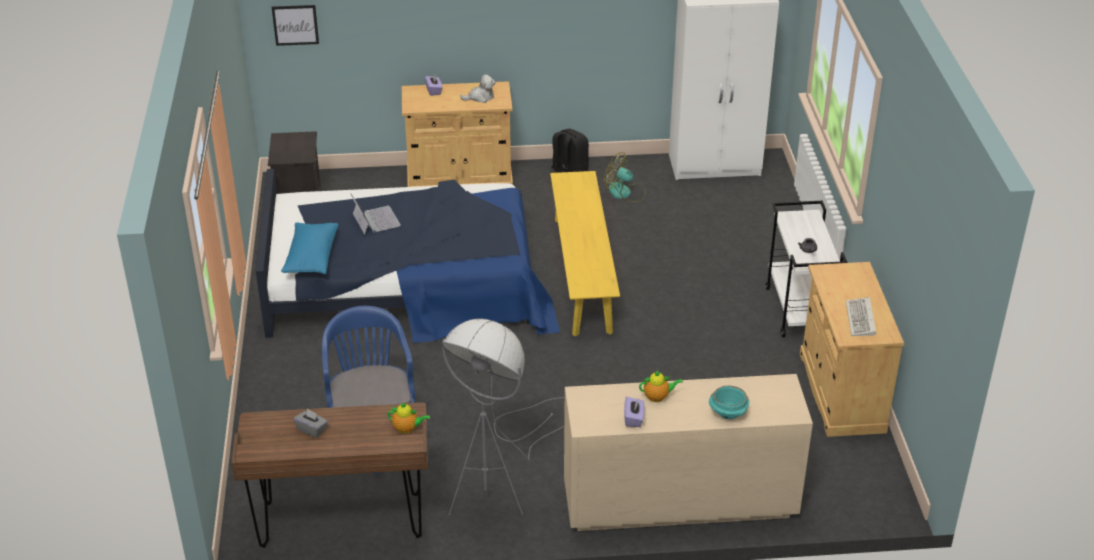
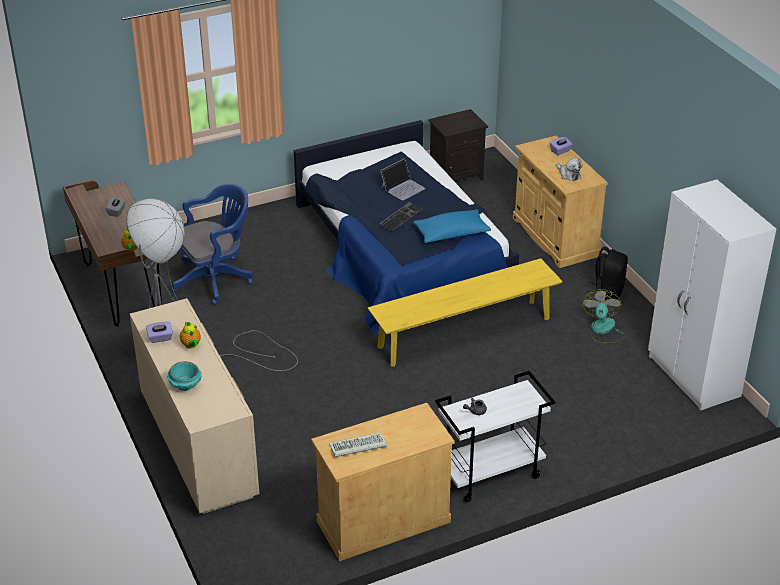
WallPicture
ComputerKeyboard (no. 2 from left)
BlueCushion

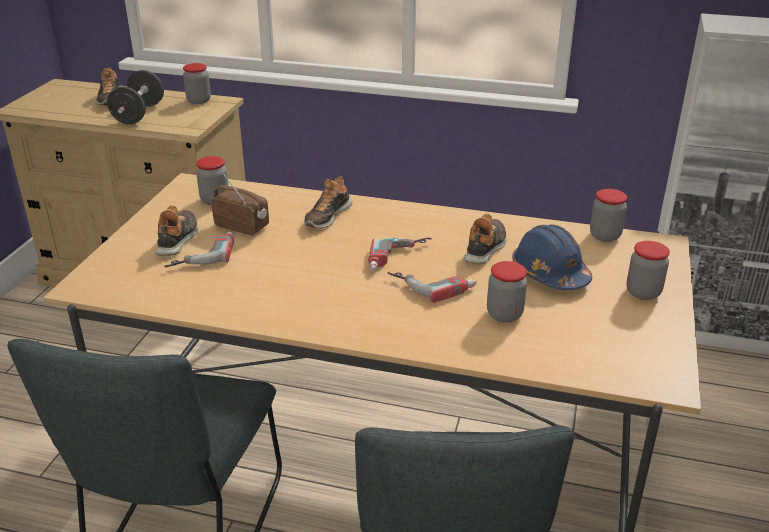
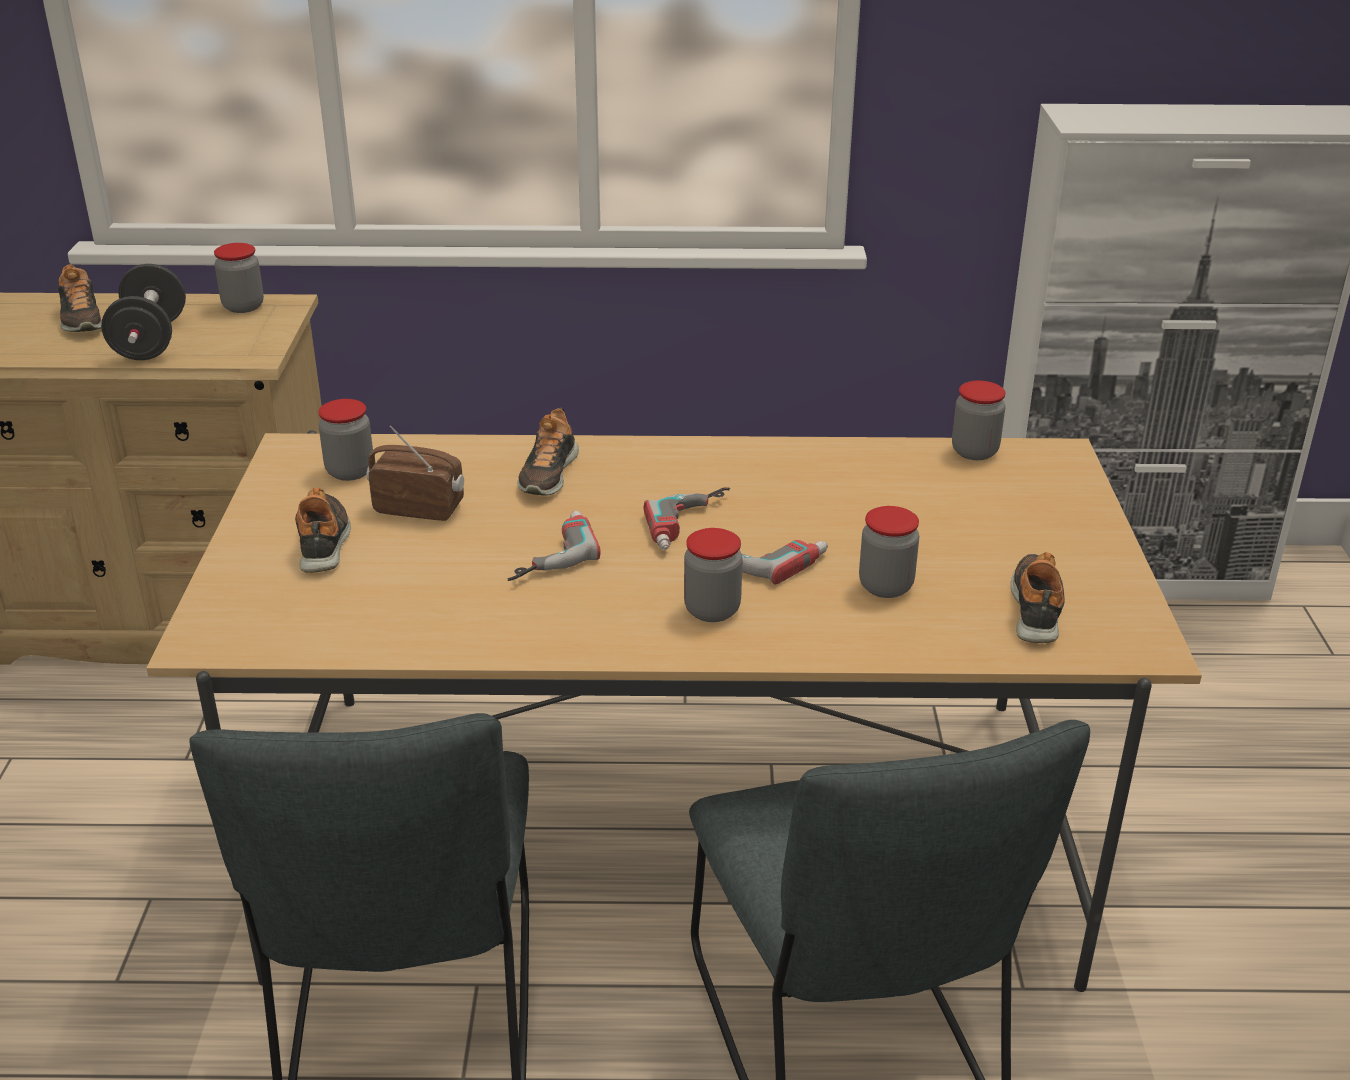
BlueWorkHelmet
PowerDrill (no. 1 from left)
ItemOfFootwear (no. 4 from left)
StorageJar (no. 3 from left)

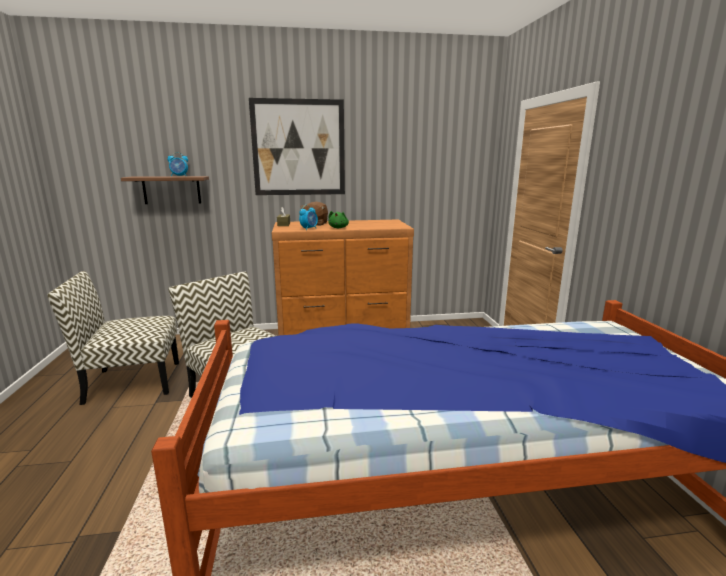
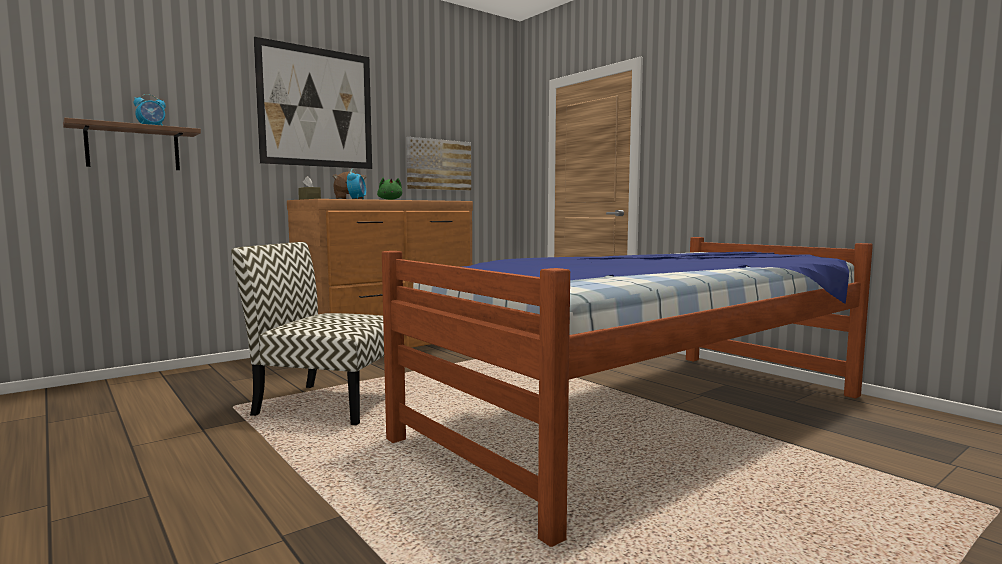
Chair (no. 1 from left in the first image)
WallPicture (no. 2 from left)

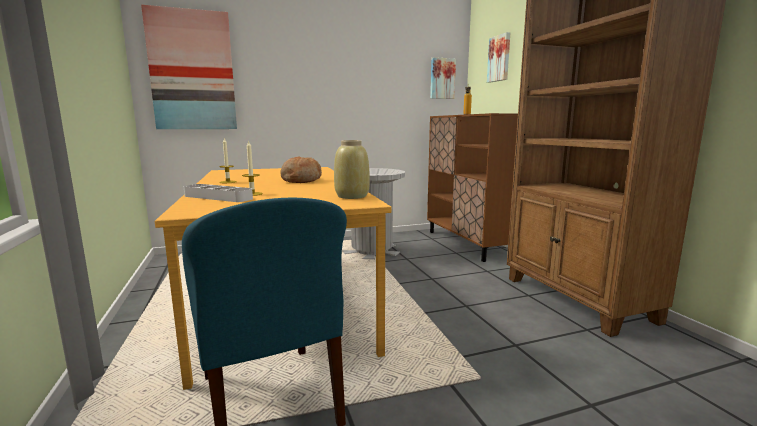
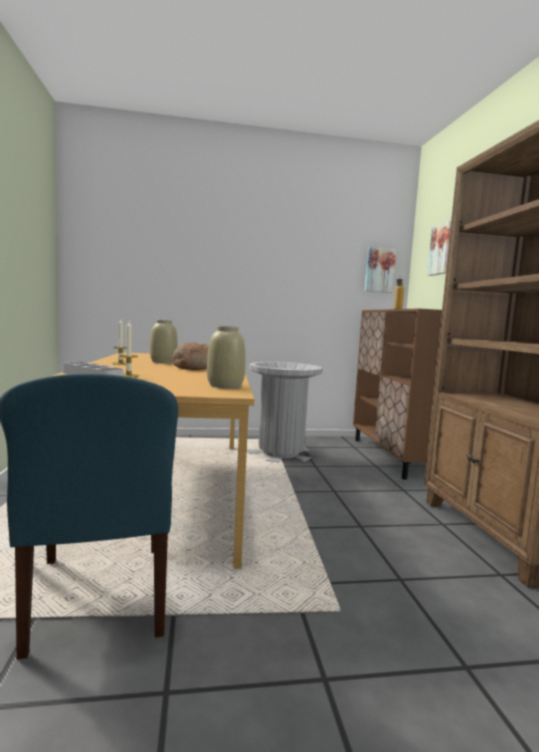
WallPicture (no. 1 from left in the first image)
SandColouredVase (no. 1 from left)

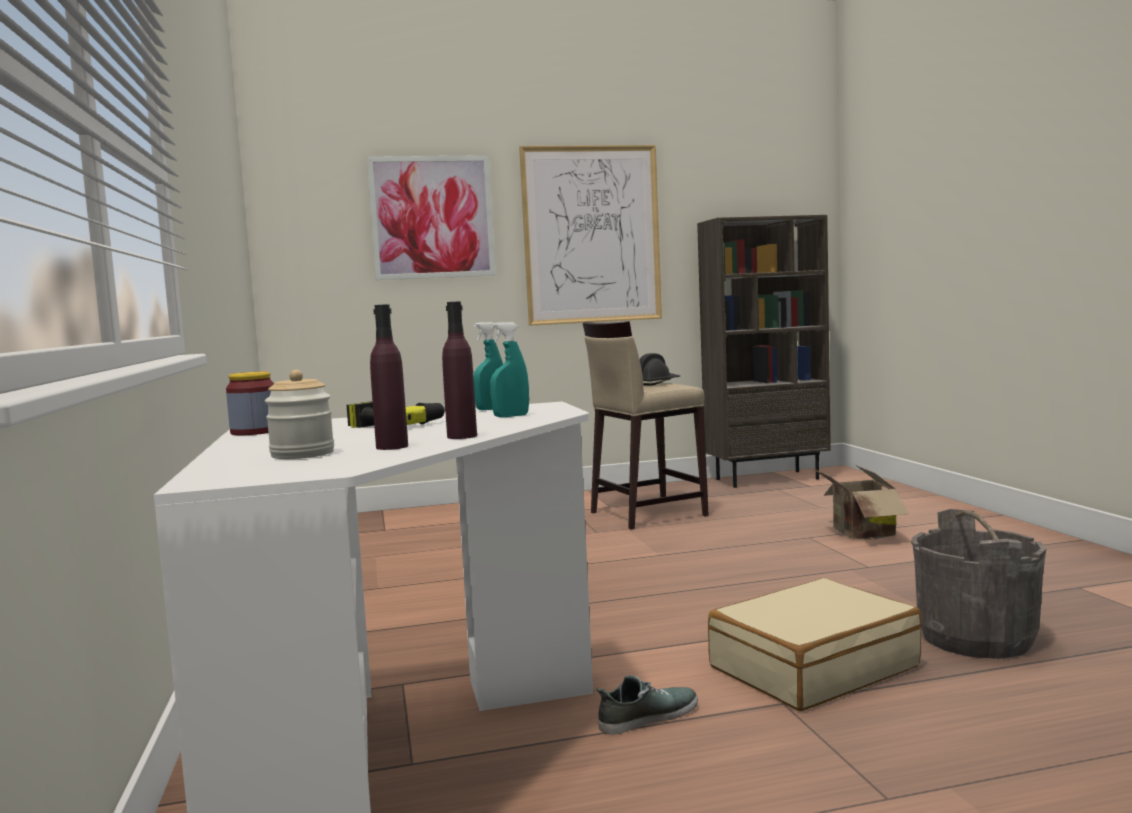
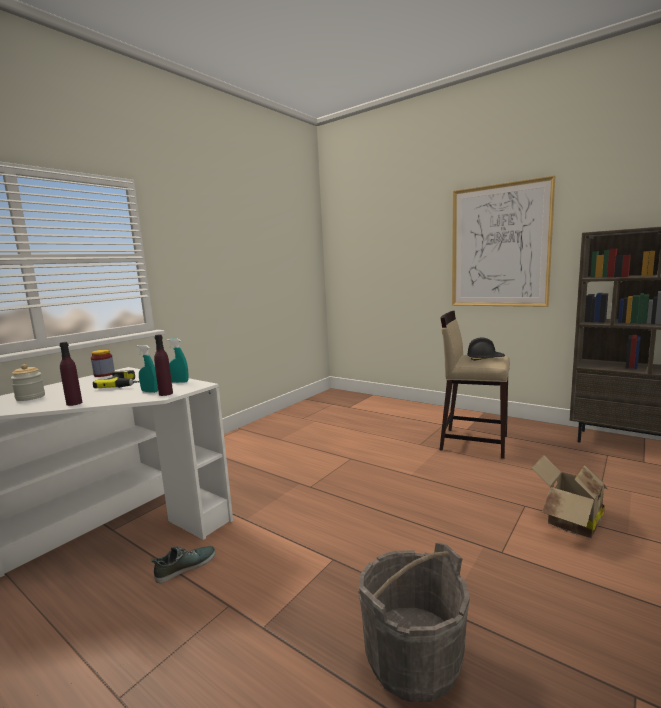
WallPicture (no. 1 from left in the first image)
SandColouredTravelCase
PurpleBottle (no. 2 from left)
ItemOfFootwear

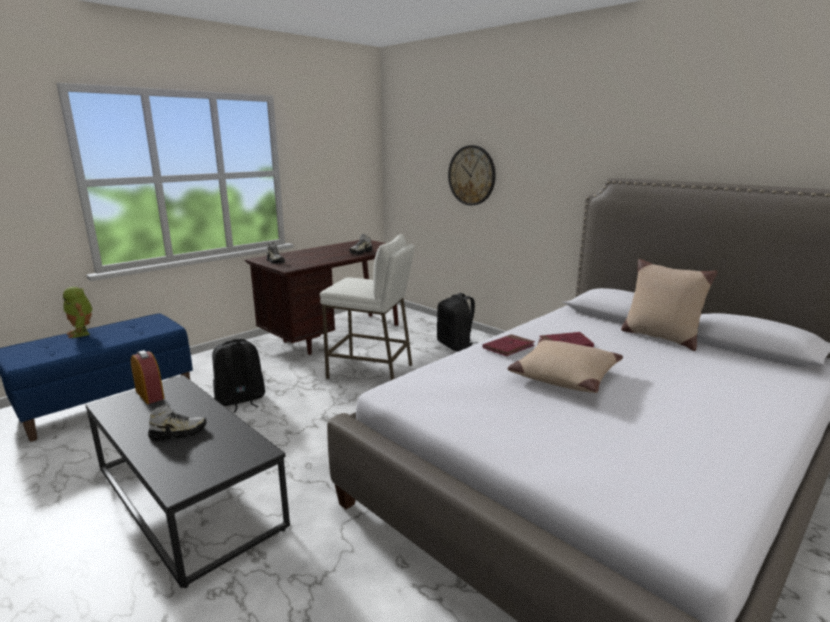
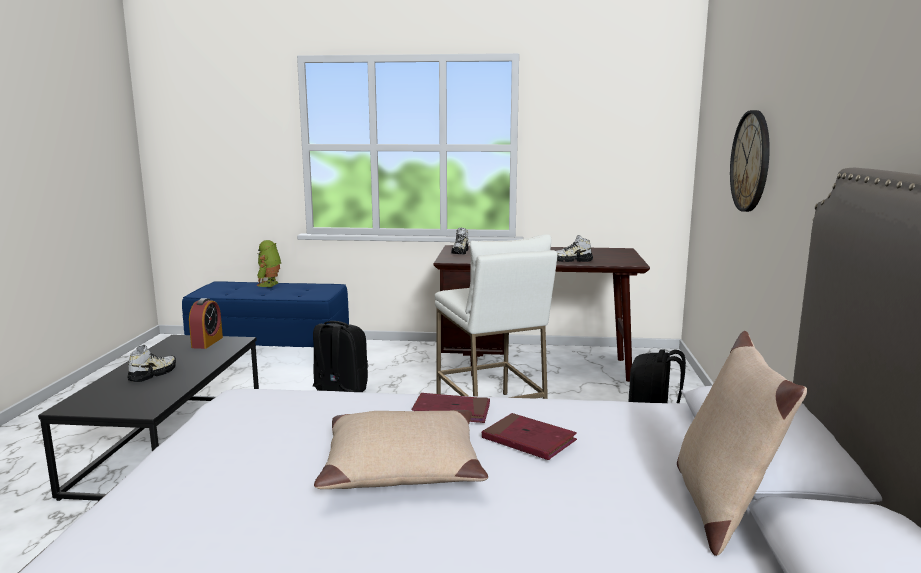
ItemOfFootwear (no. 1 from left)

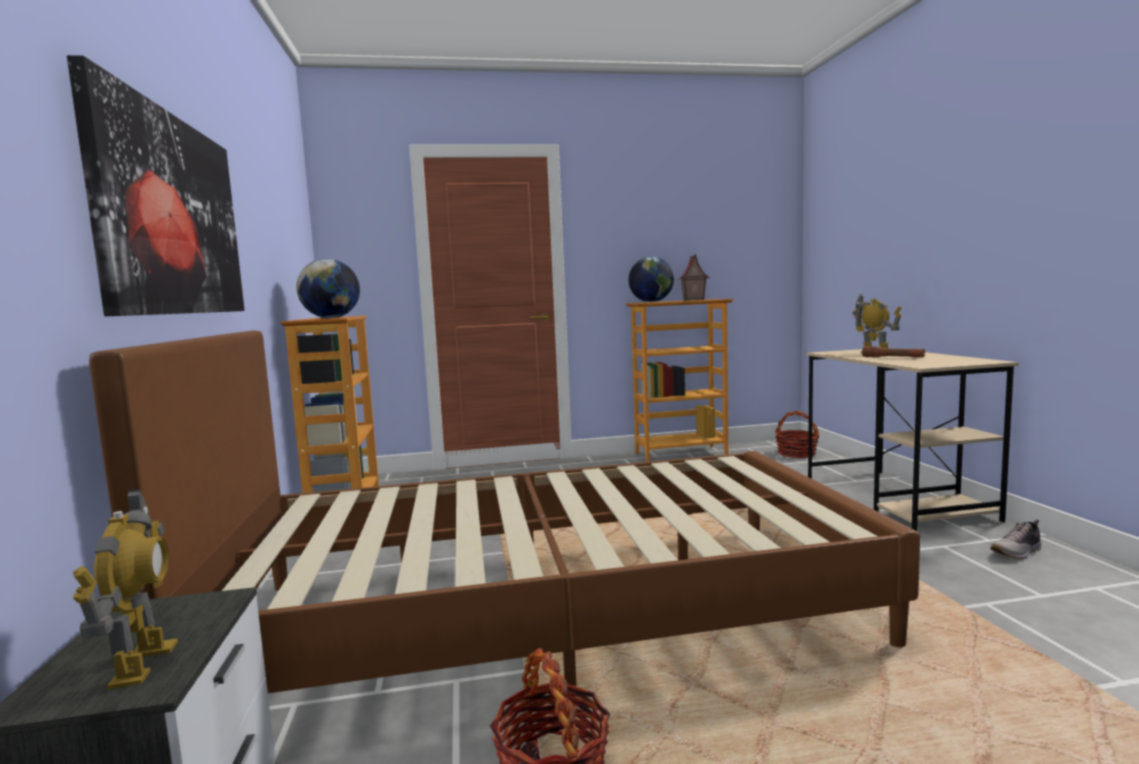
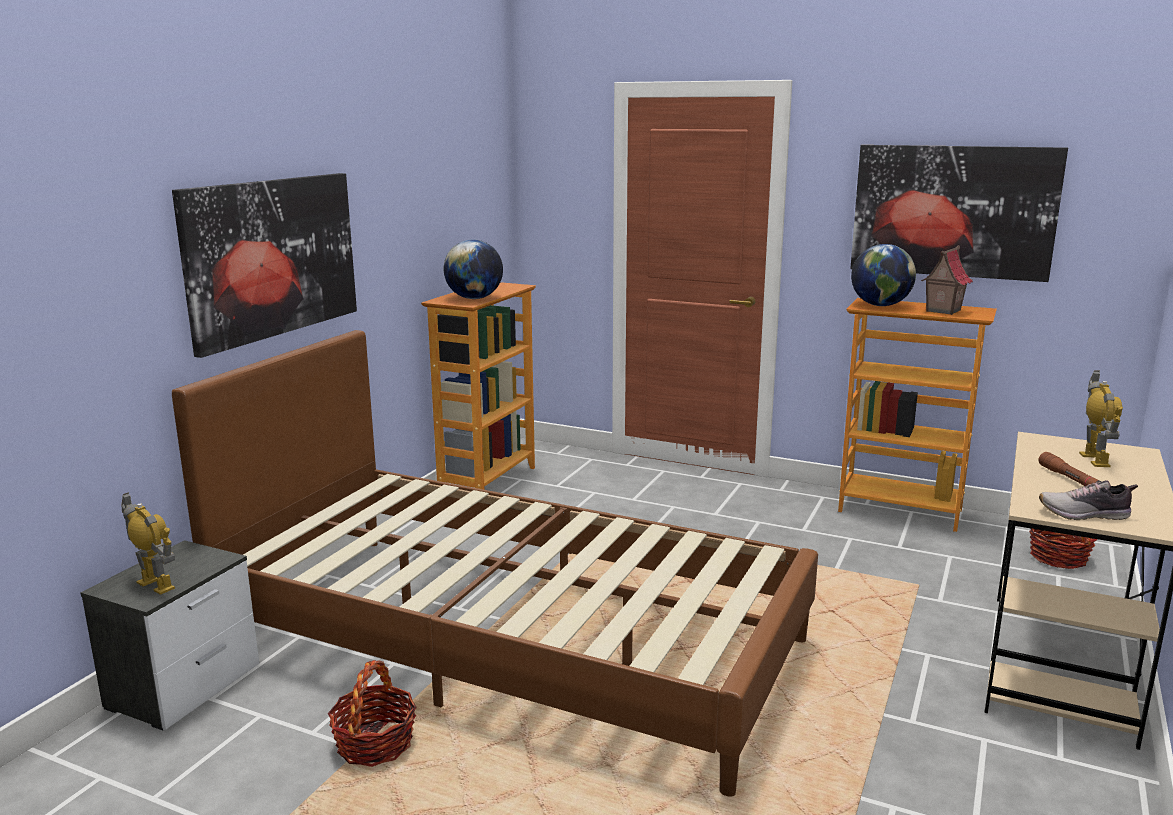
WallPicture (no. 2 from left)
ItemOfFootwear
RobotFigure (no. 1 from left)

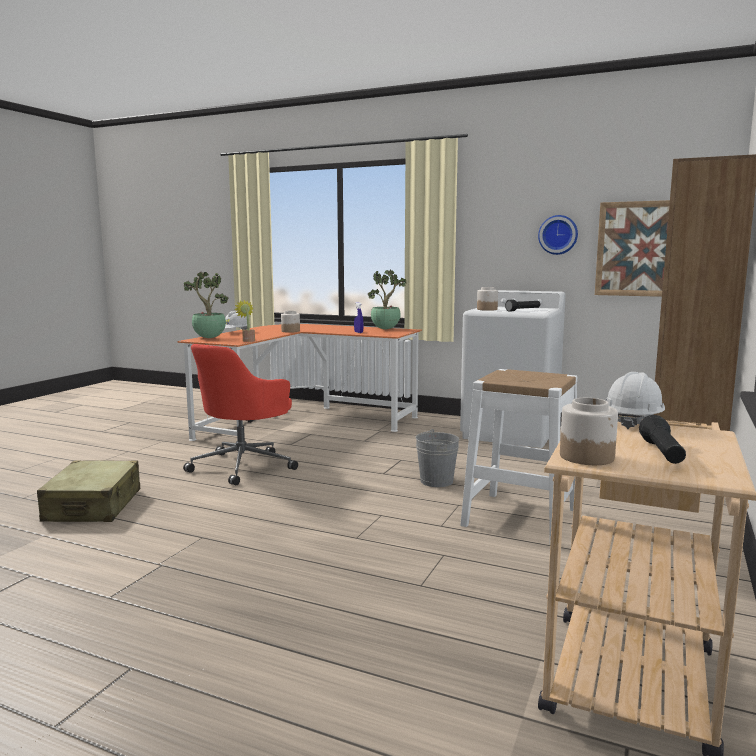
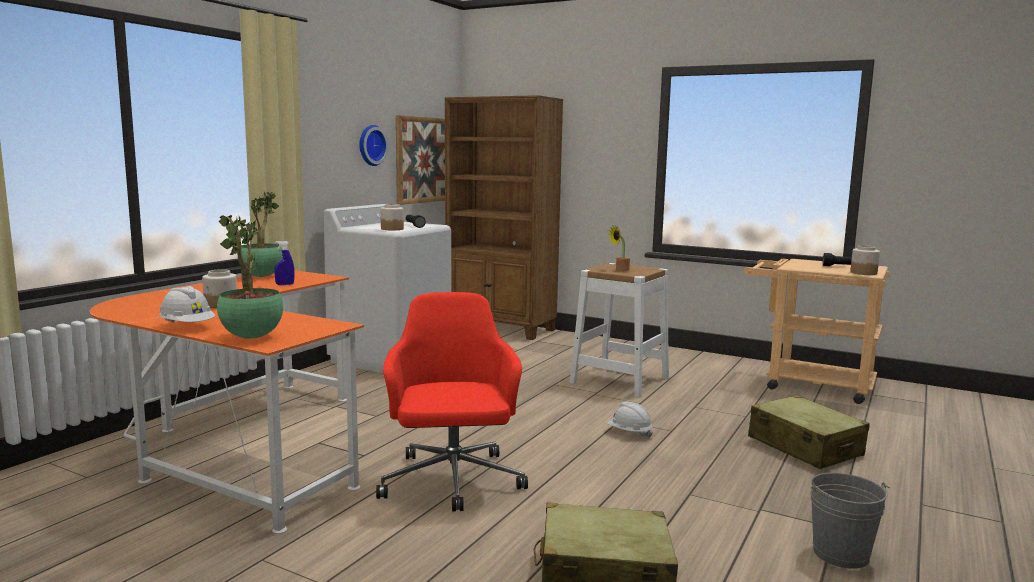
SandColouredTravelCase (no. 2 from left)
PottedPlant (no. 3 from left)
GreyishWaterBucket
WhitishWorkHelmet (no. 2 from left)
RedColouredDeskChair

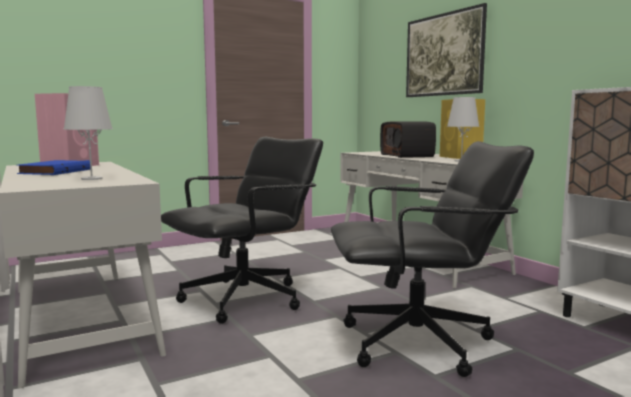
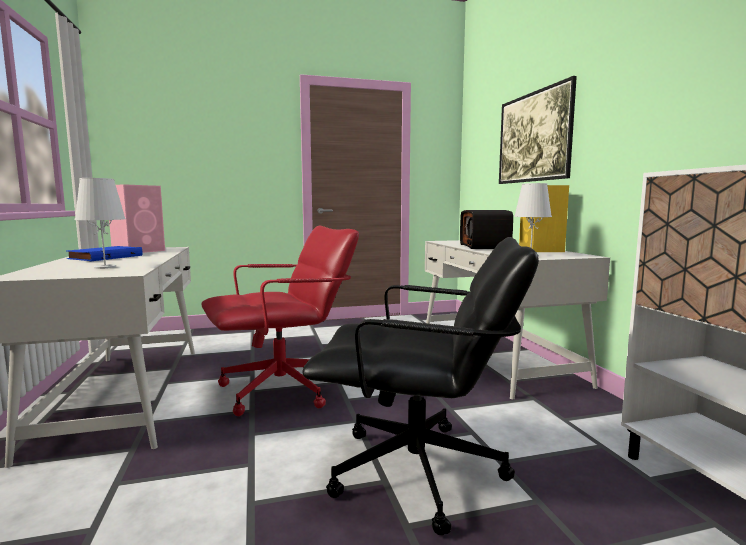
RedColouredDeskChair

